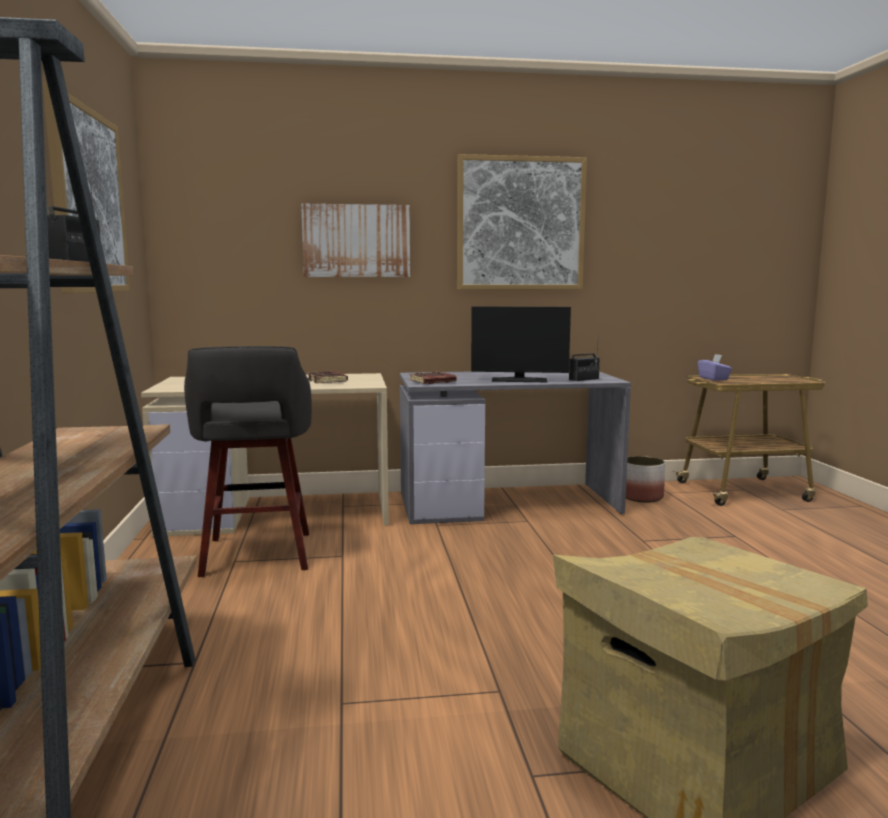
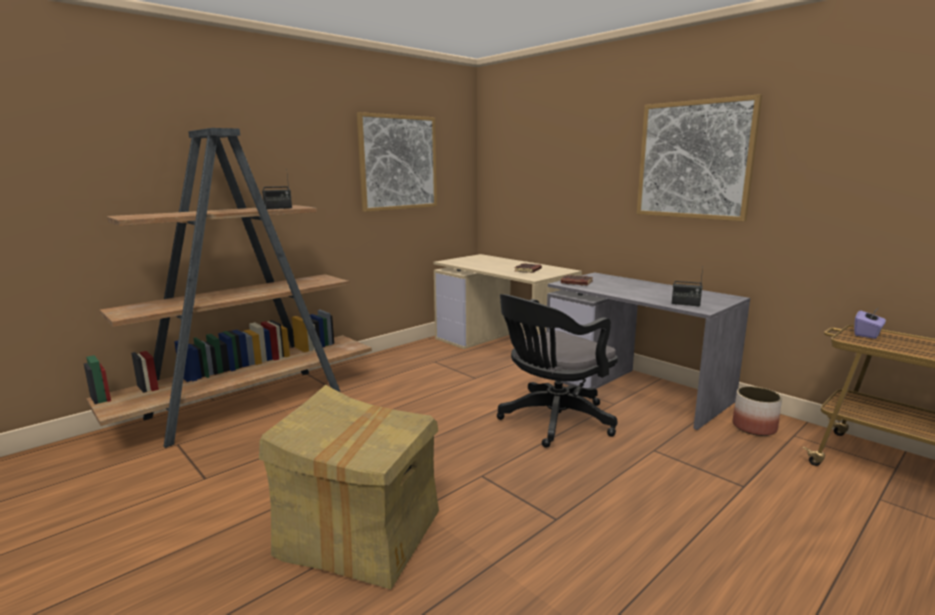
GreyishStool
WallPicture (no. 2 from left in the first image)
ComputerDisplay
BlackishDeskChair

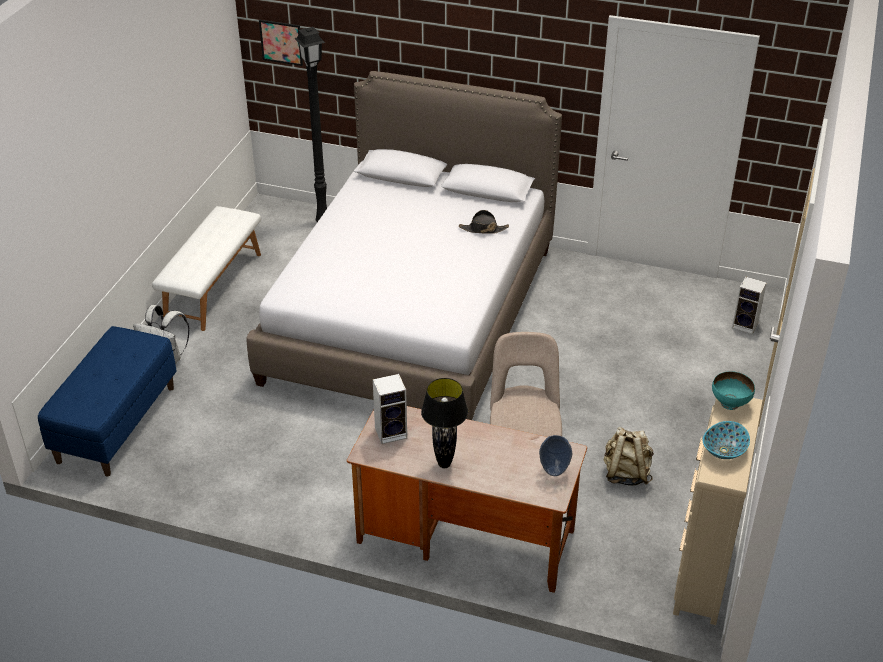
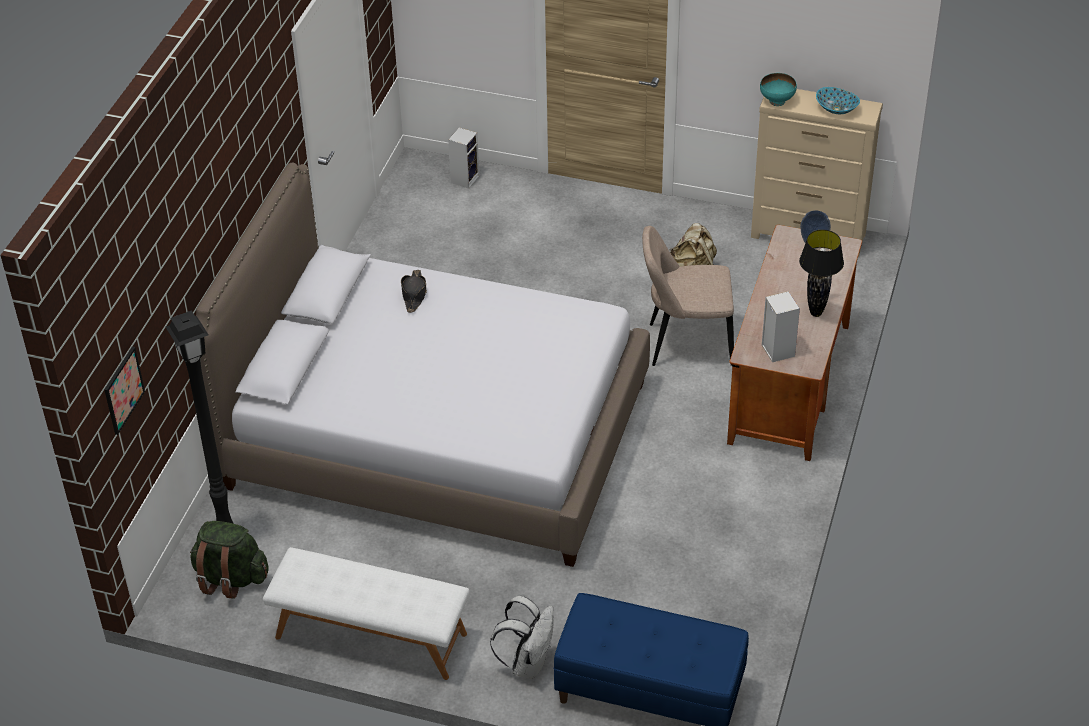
GreenishKnapsack

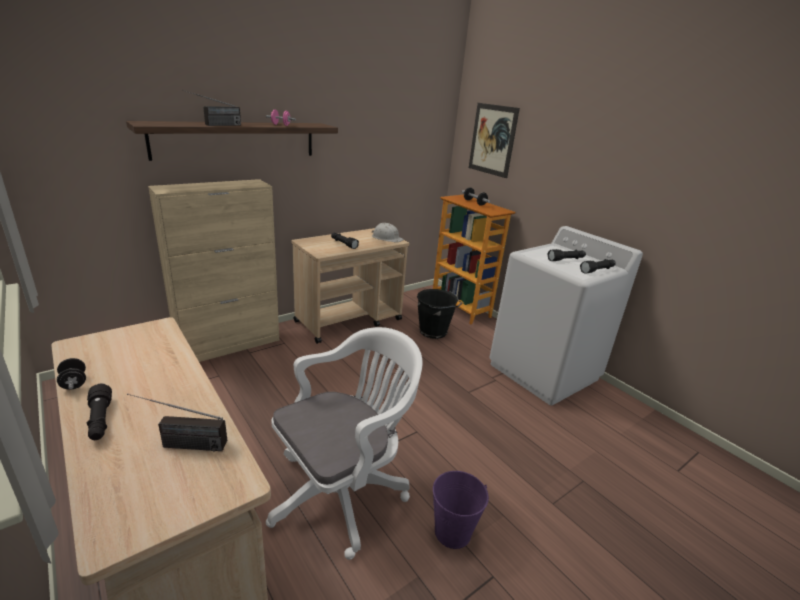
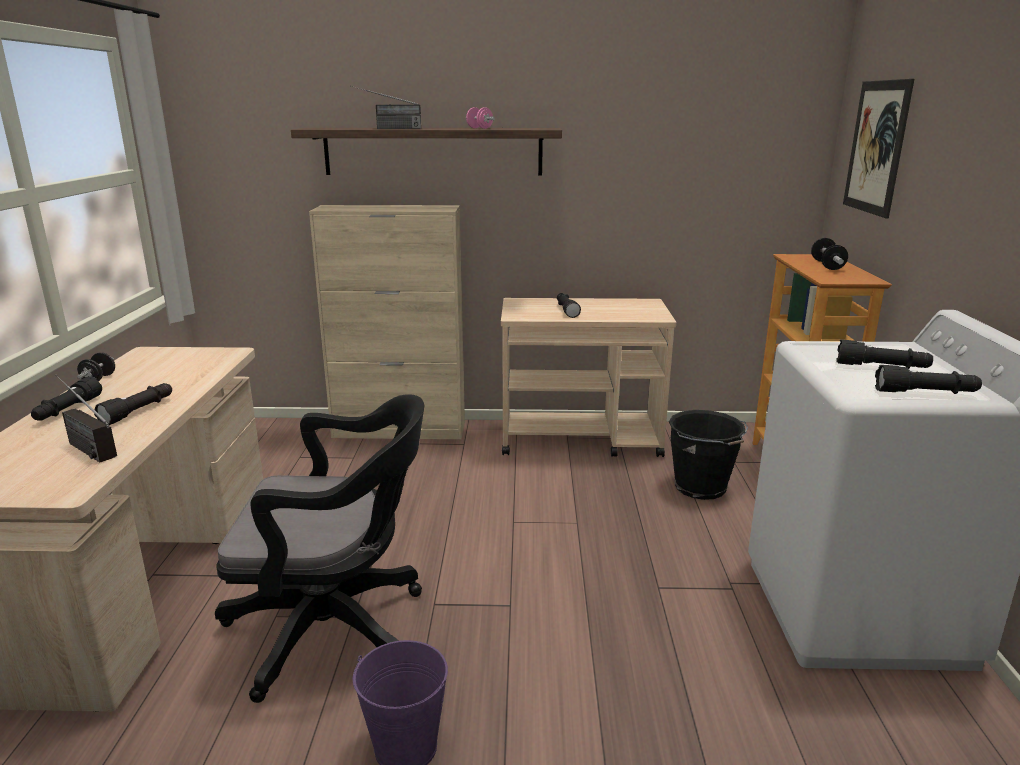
WhitishWorkHelmet
BlackishHandTorch (no. 2 from left)
BlackishDeskChair

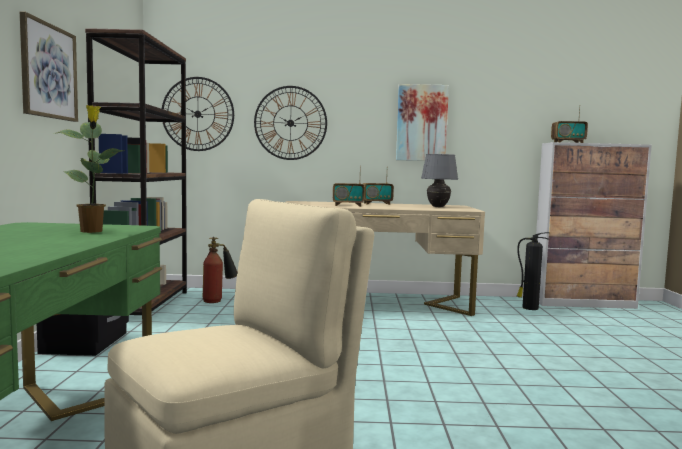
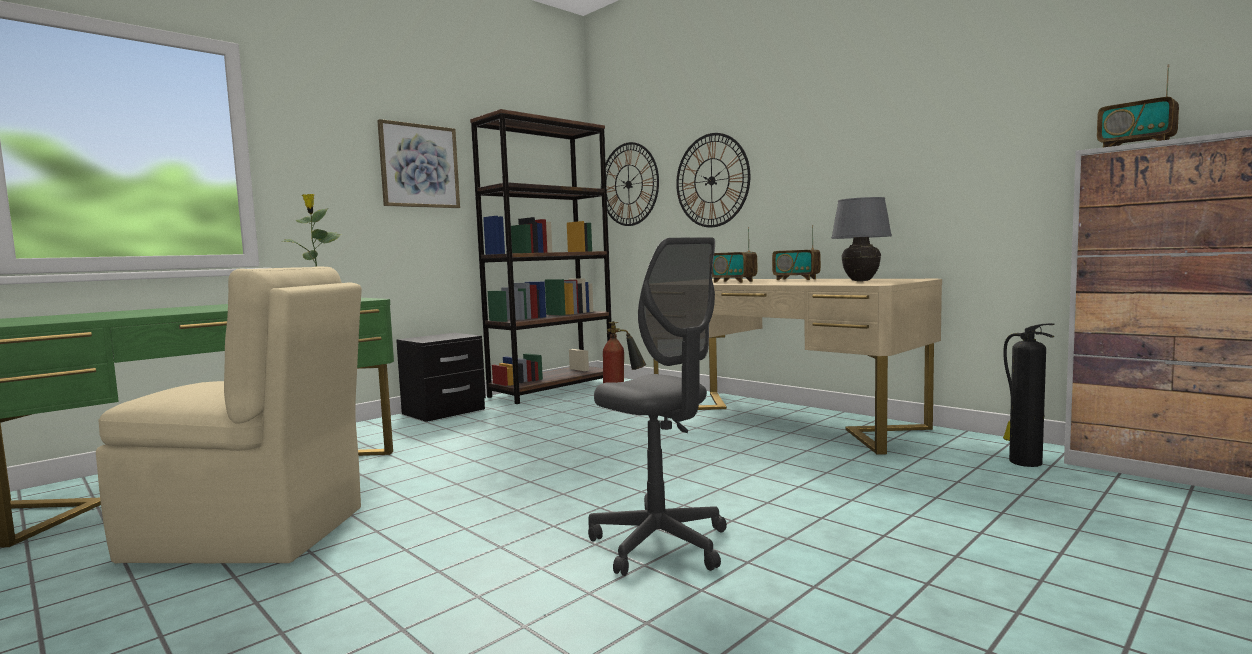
WallPicture (no. 2 from left in the first image)
GreyishDeskChair

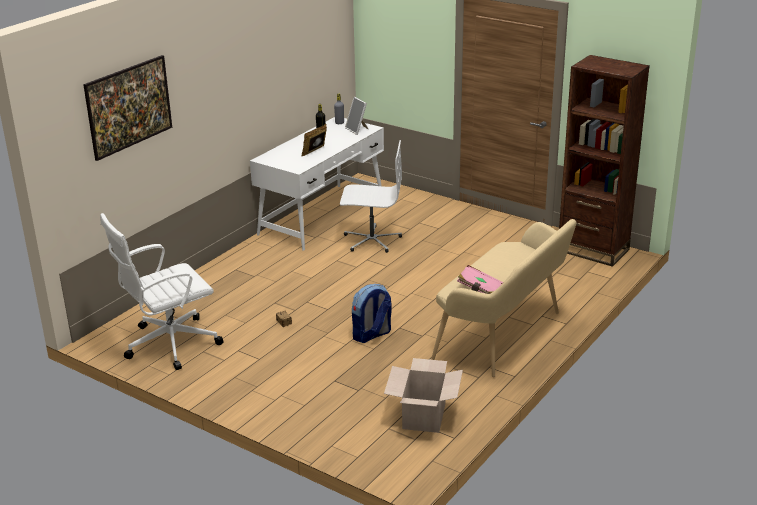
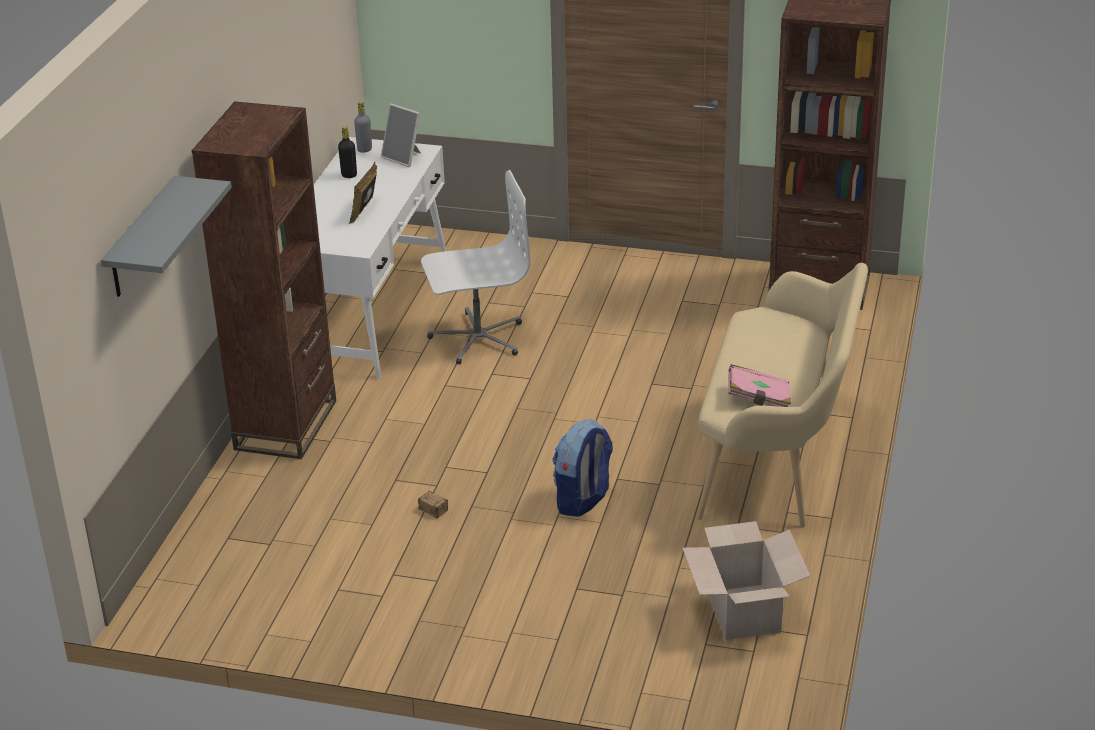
WhitishDeskChair (no. 1 from left in the first image)
BrownBookcase (no. 1 from left)
GreyishShelf

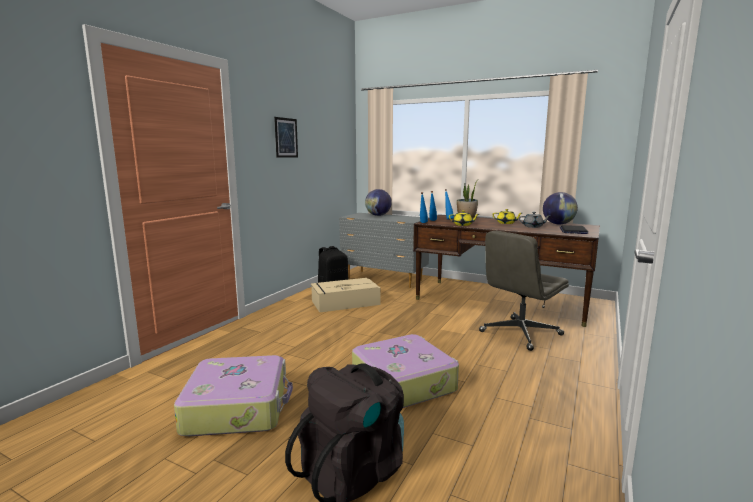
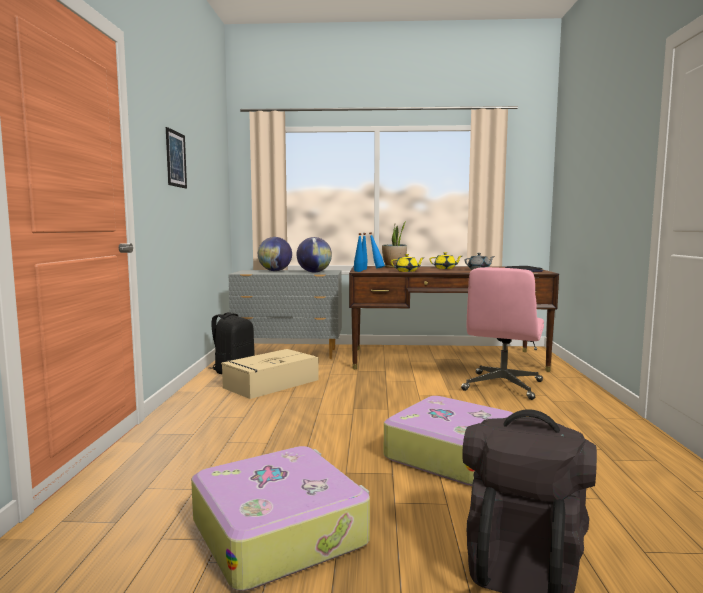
WorldGlobe (no. 2 from left)
PinkishDeskChair

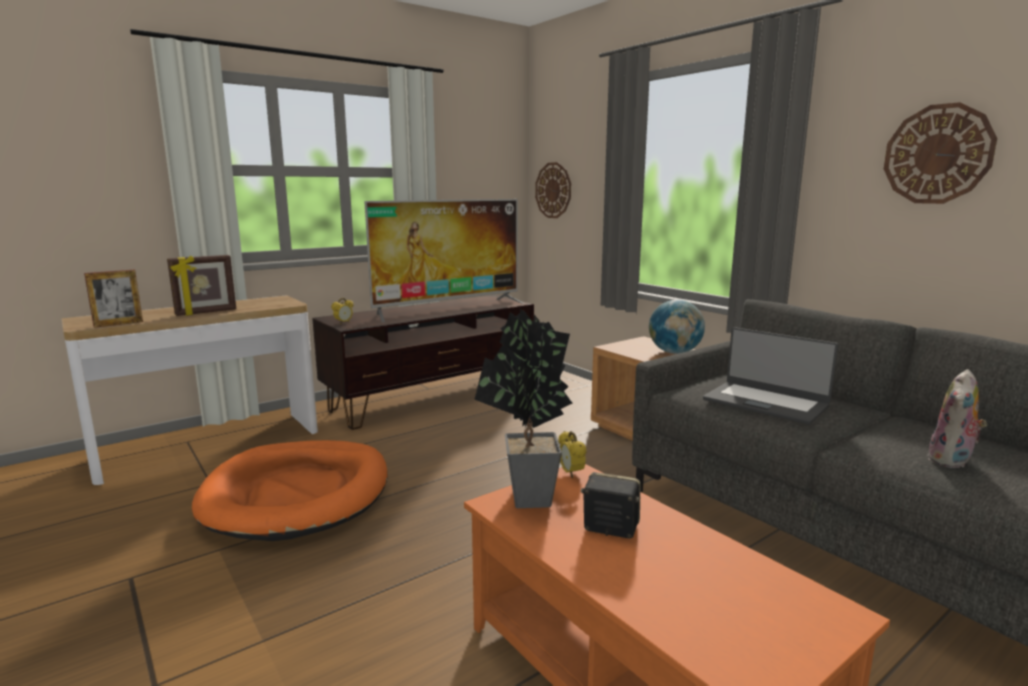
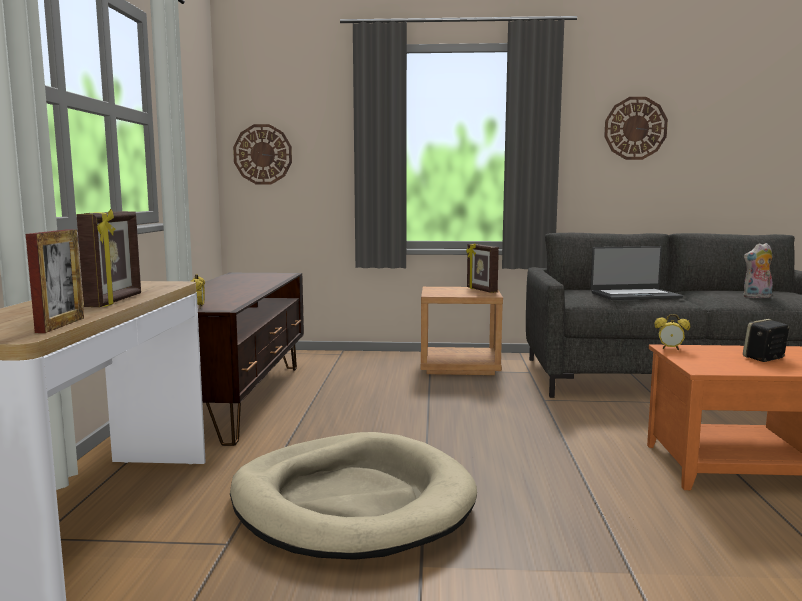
TvSet
PottedPlant
StandingFrame (no. 3 from left)
SandColouredDogCushion
CuddlyToy

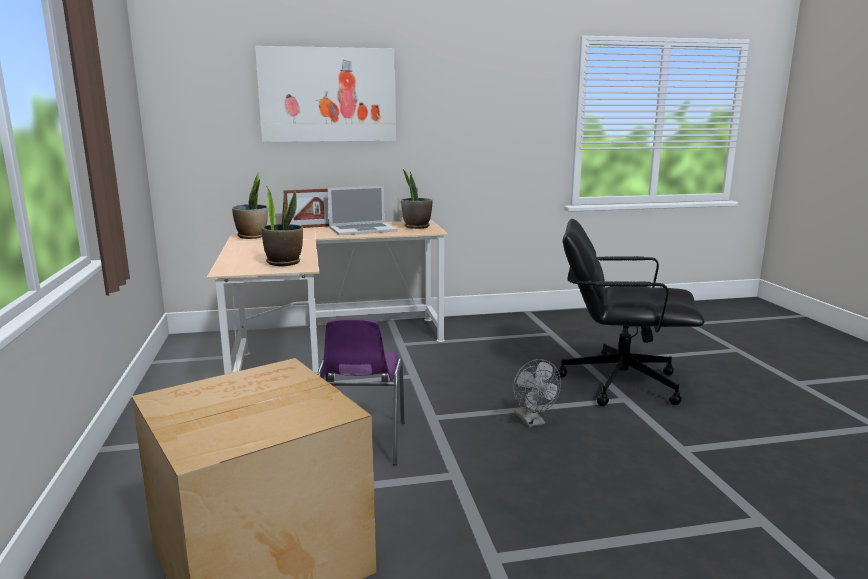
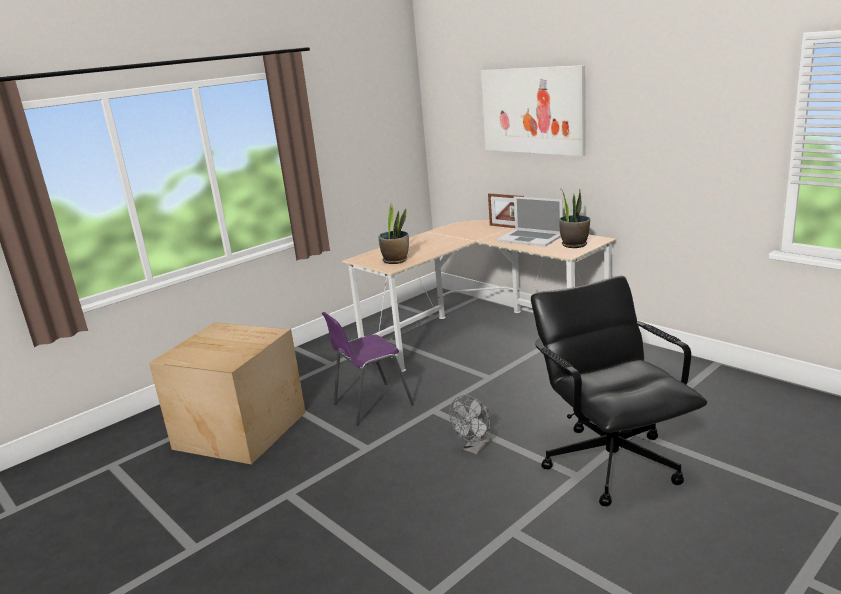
PottedPlant (no. 1 from left in the first image)

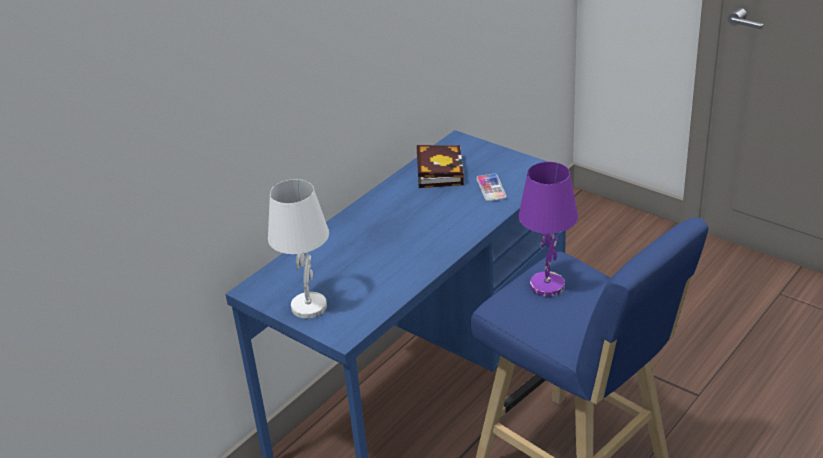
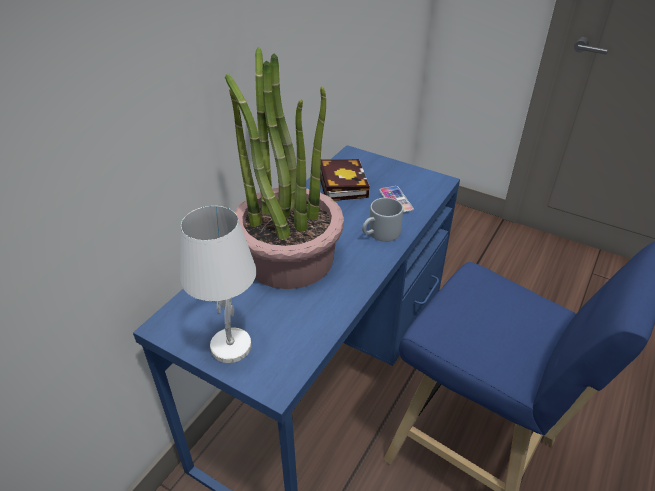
PurpleLampForATable
PottedPlant
GreyishCoffeeMug

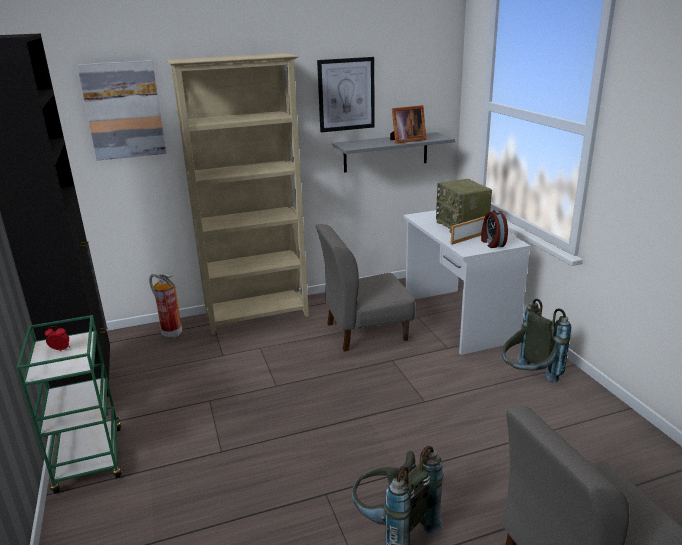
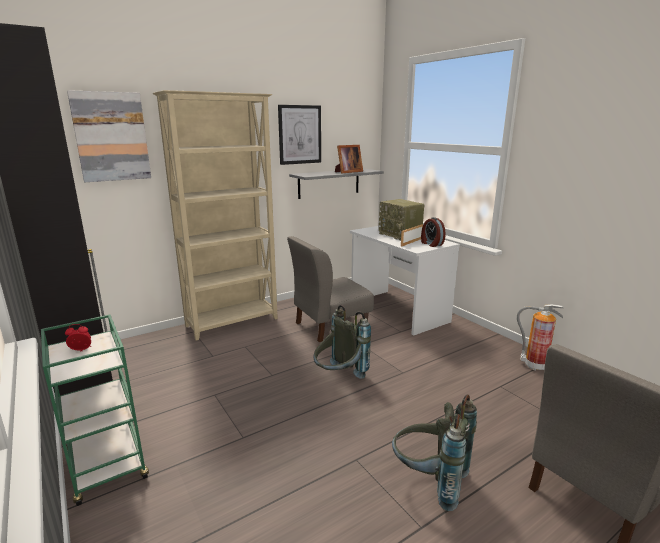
FireExtinguisher
GreyishKnapsack (no. 1 from left)

